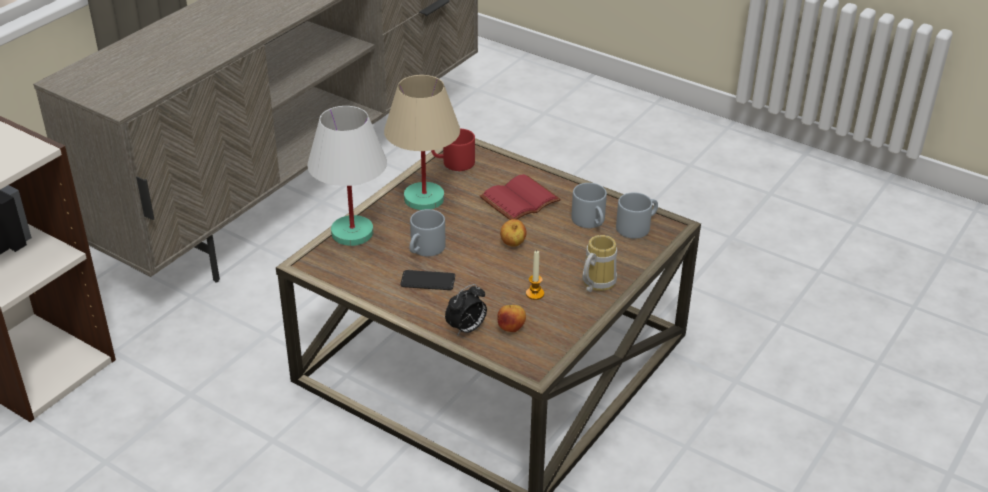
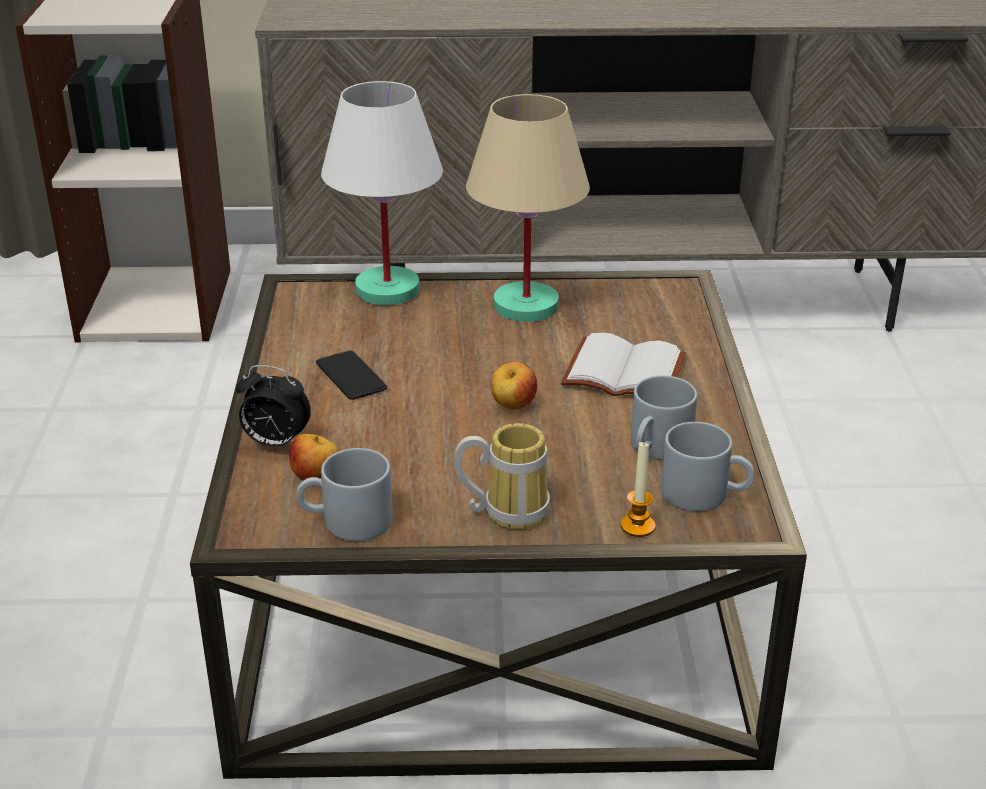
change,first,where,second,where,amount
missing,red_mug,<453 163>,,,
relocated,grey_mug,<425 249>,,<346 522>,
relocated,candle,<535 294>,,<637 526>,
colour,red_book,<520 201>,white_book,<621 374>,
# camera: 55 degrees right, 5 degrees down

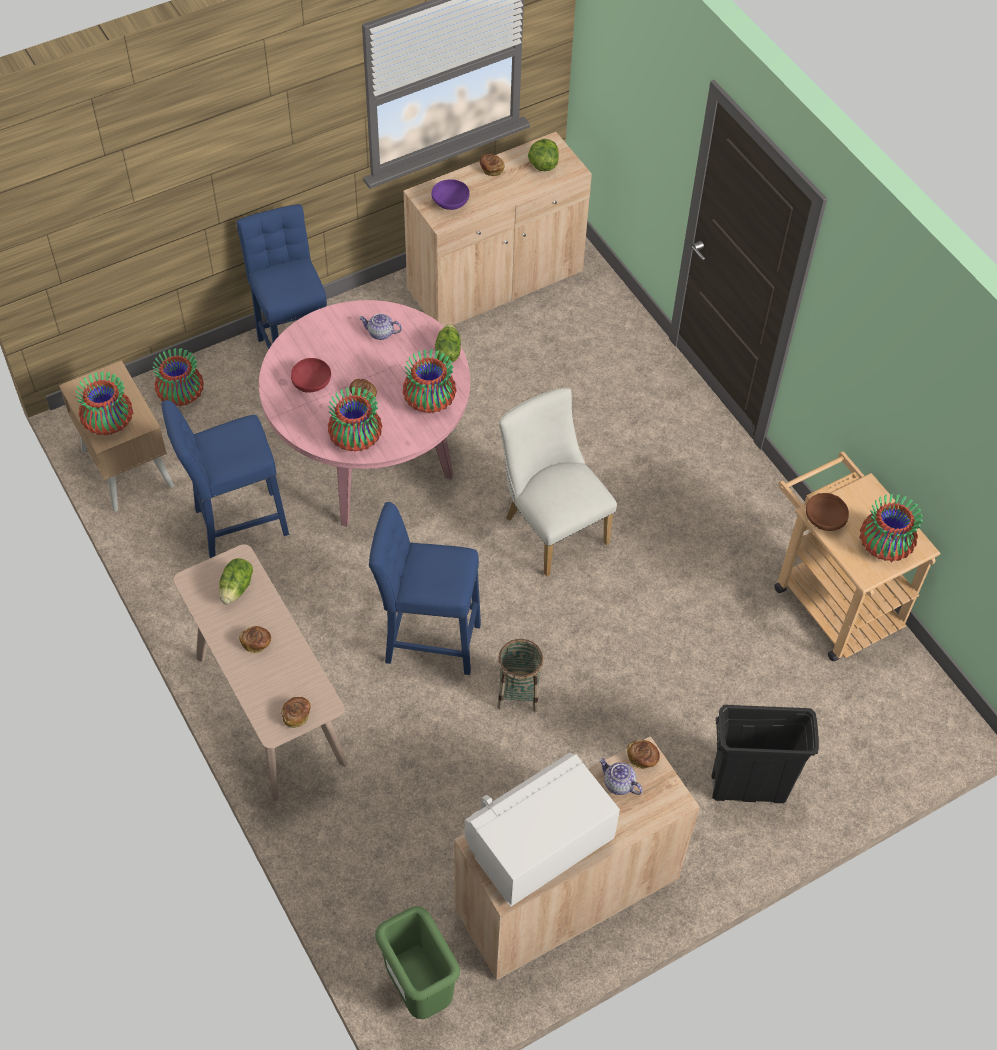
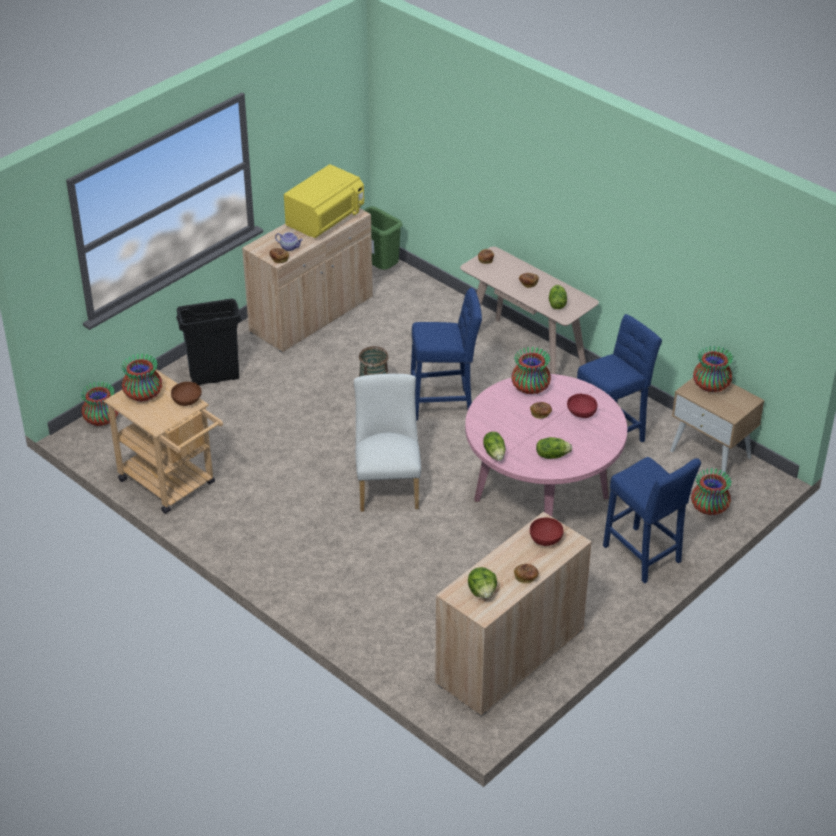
change,first,where,second,where,amount
relocated,vase,<429 401>,,<101 419>,
exchanged,teapot,<380 333>,lettuce,<552 455>,
colour,purple_bowl,<450 203>,red_bowl,<545 539>,
colour,white_microwave,<538 842>,yellow_microwave,<325 220>,
spun,white_chair,<551 525>,,<388 485>,135 degrees counterclockwise
# camera: 165 degrees right, 15 degrees down

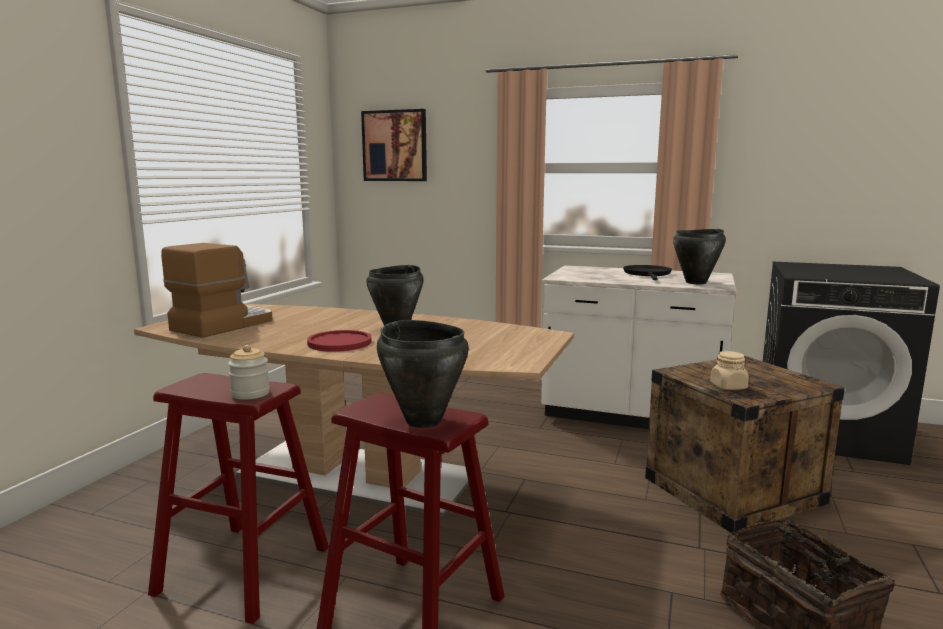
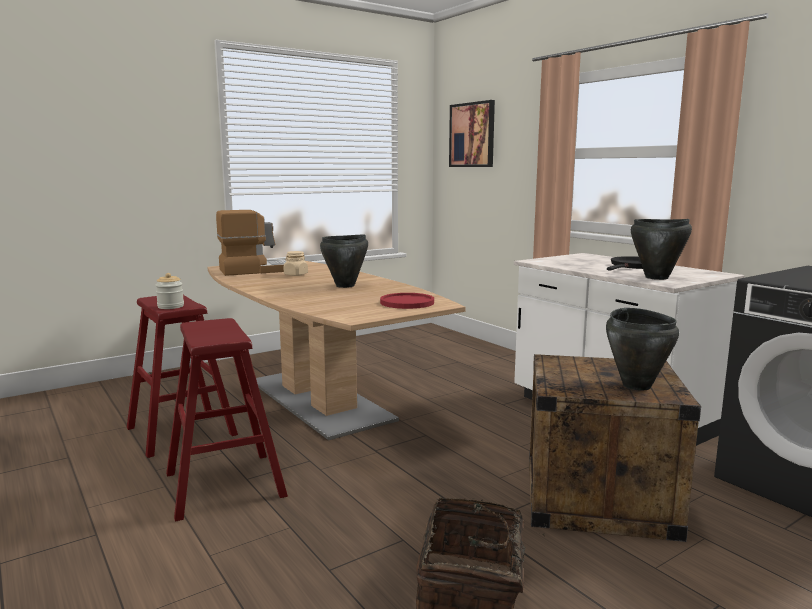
change,first,where,second,where,amount
relocated,red_plate,<339 343>,,<407 302>,
relocated,black_cooking_pot,<423 420>,,<637 385>,
relocated,beige_jar,<728 386>,,<295 274>,
# camera: 35 degrees right, 0 degrees up

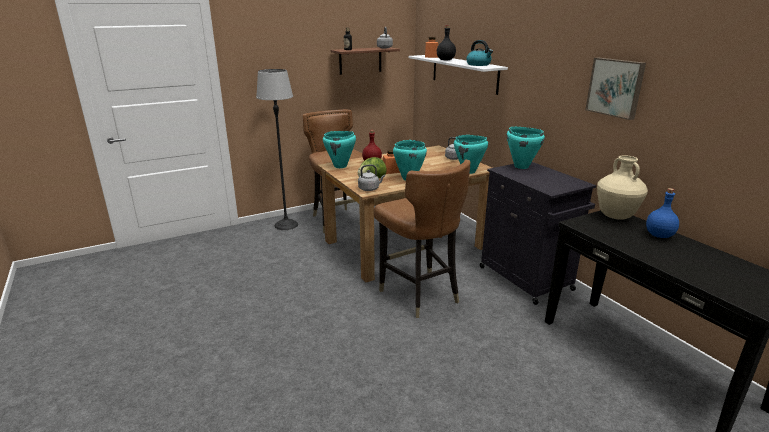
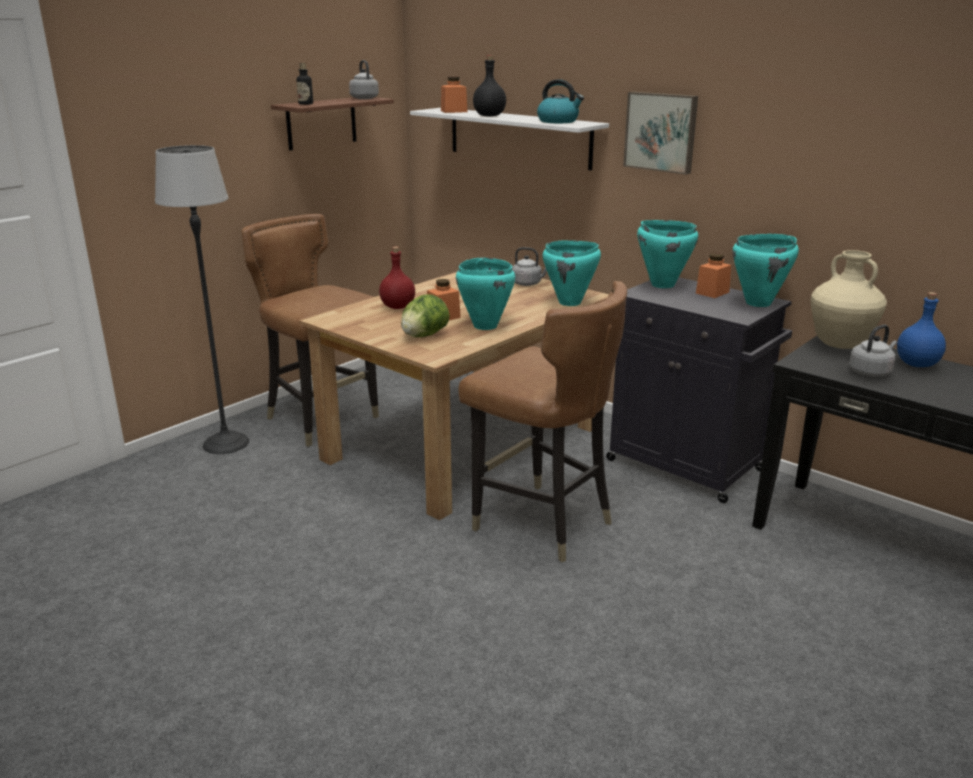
change,first,where,second,where,amount
appeared,,,orange_jar,<712 292>,
relocated,turquoise_cooking_pot,<340 166>,,<759 303>,
relocated,grey_kettle,<370 189>,,<871 372>,
relocated,picture,<616 87>,,<661 132>,
# camera: 20 degrees left, 0 degrees up

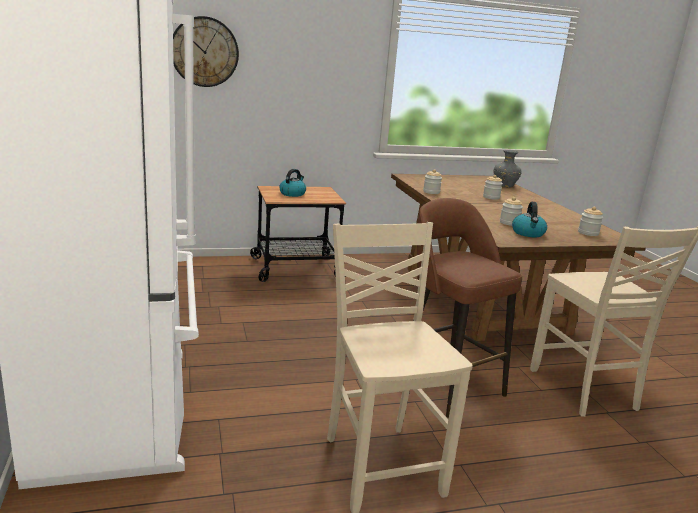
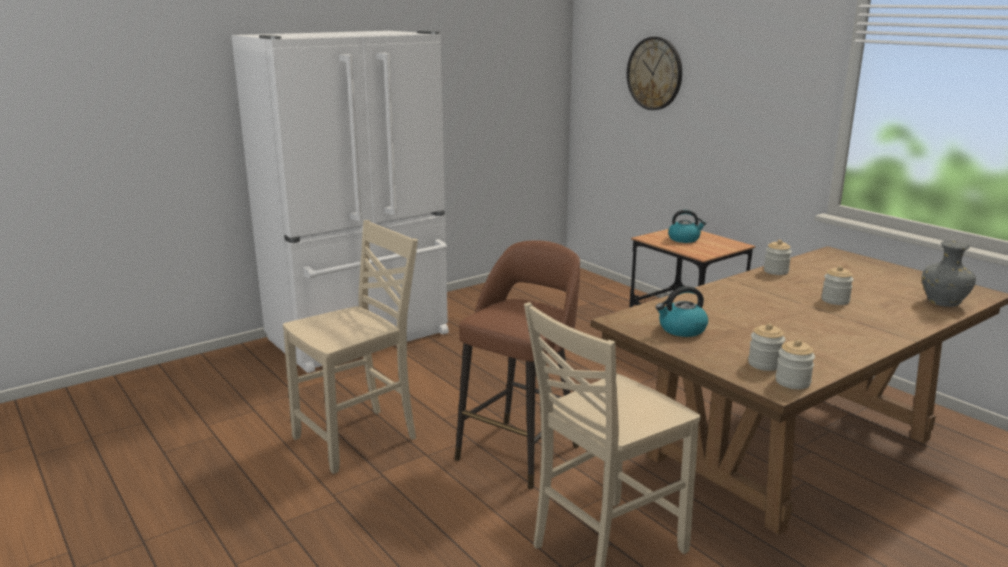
change,first,where,second,where,amount
relocated,jar,<509 223>,,<792 382>,
# camera: 70 degrees right, 0 degrees up

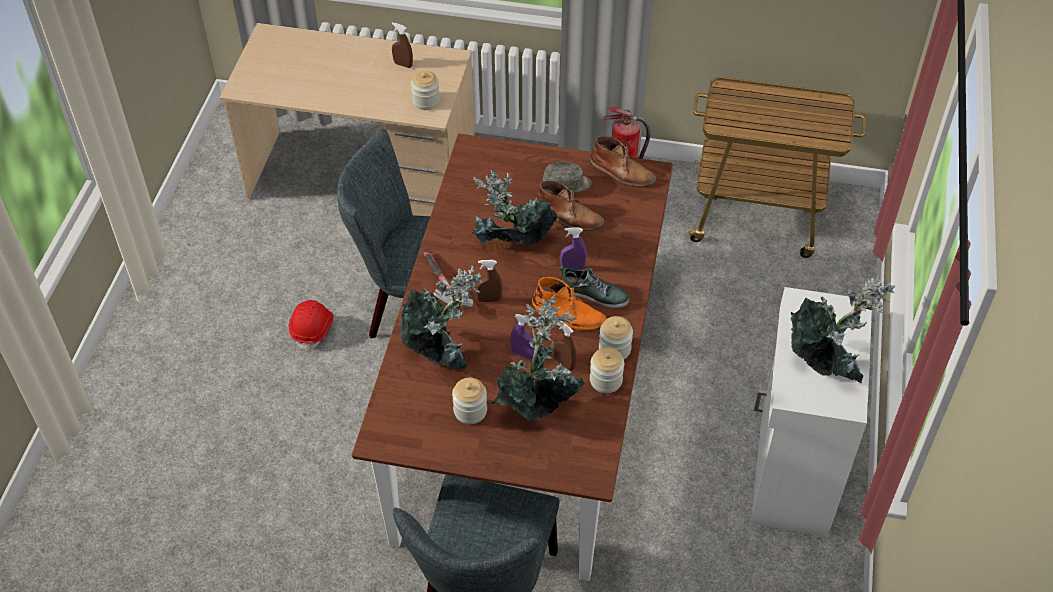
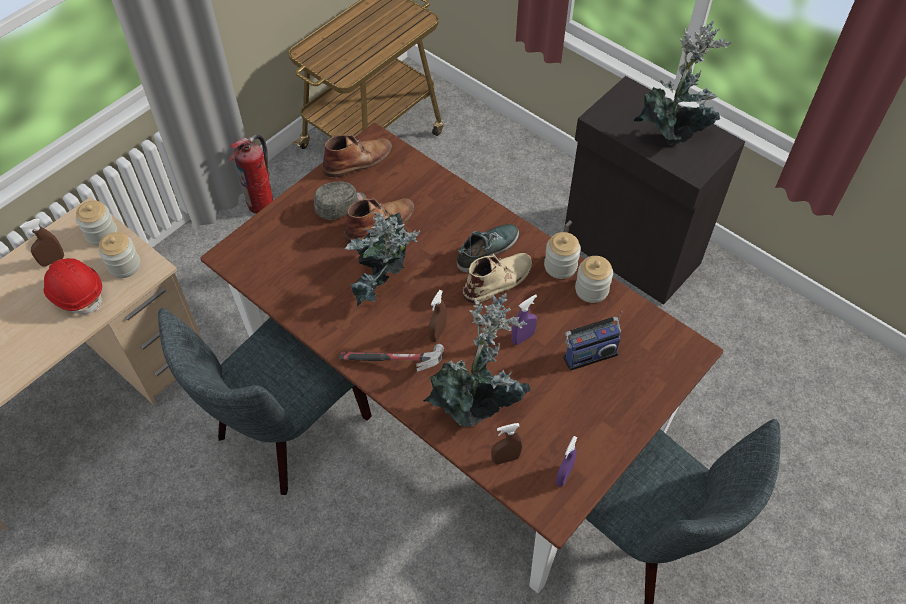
change,first,where,second,where,amount
relocated,red_hard_hat,<313 329>,,<76 293>,
relocated,jar,<470 411>,,<101 234>,
relocated,brown_spray_bottle,<564 363>,,<505 458>,
relocated,purple_spray_bottle,<572 267>,,<564 475>,
exchanged,potted_plant,<538 404>,radio,<589 353>,
colour,orange_boot,<569 315>,beige_boot,<498 280>,
colour,white_cabinet,<791 470>,black_cabinet,<630 253>,
spun,grey_cap,<567 185>,,<341 206>,45 degrees clockwise
# camera: 60 degrees left, 5 degrees up

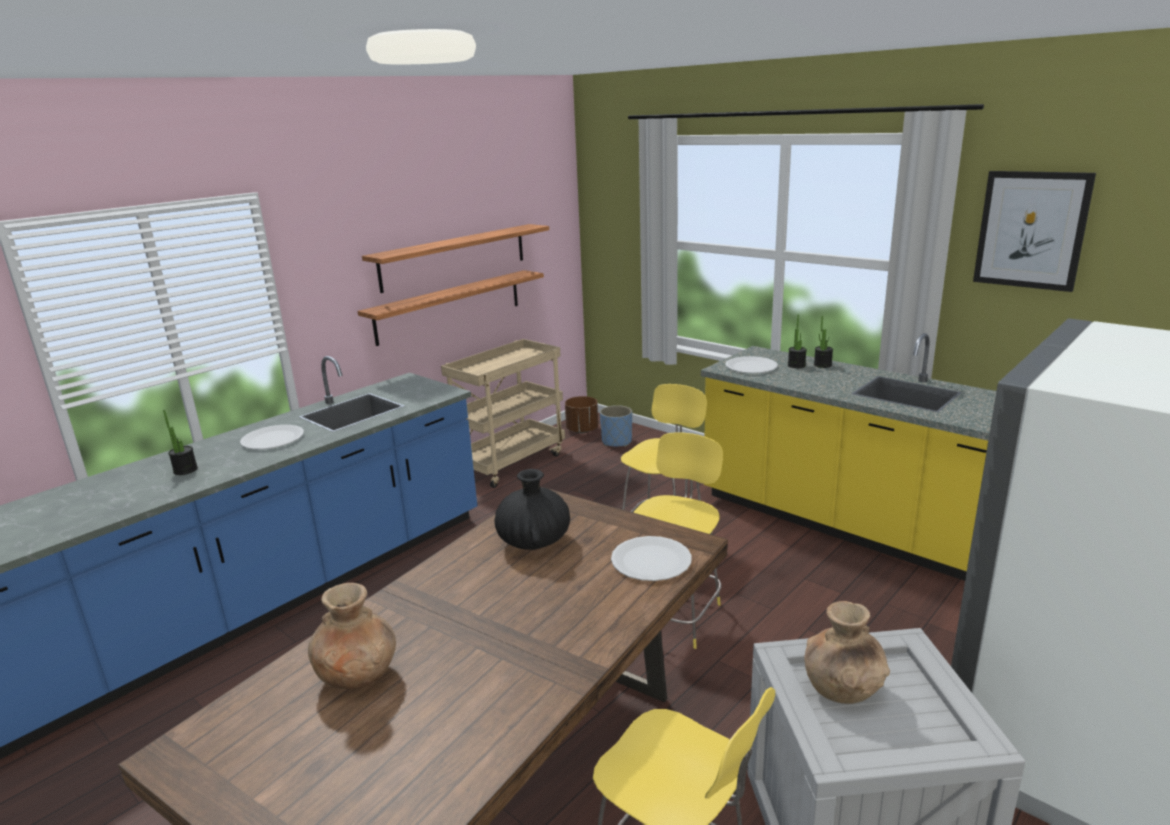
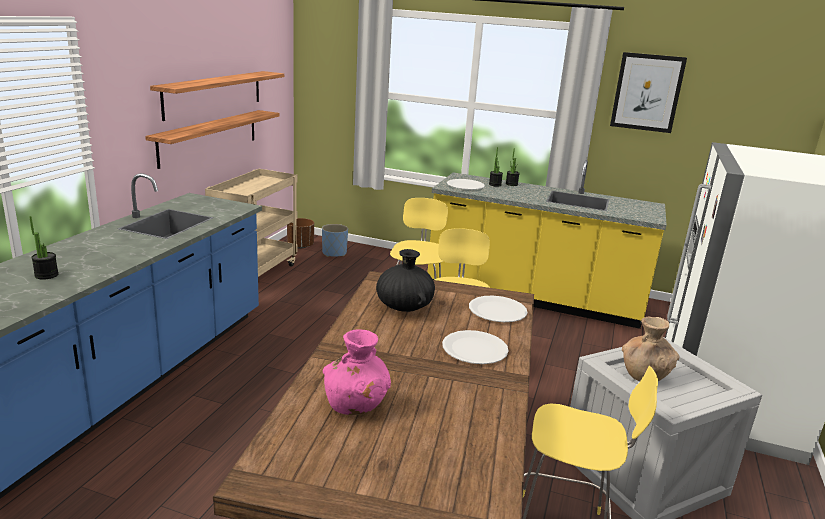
change,first,where,second,where,amount
relocated,white_plate,<272 439>,,<474 349>,
colour,brown_vase,<358 674>,pink_vase,<356 405>,
# camera: 25 degrees left, 0 degrees up

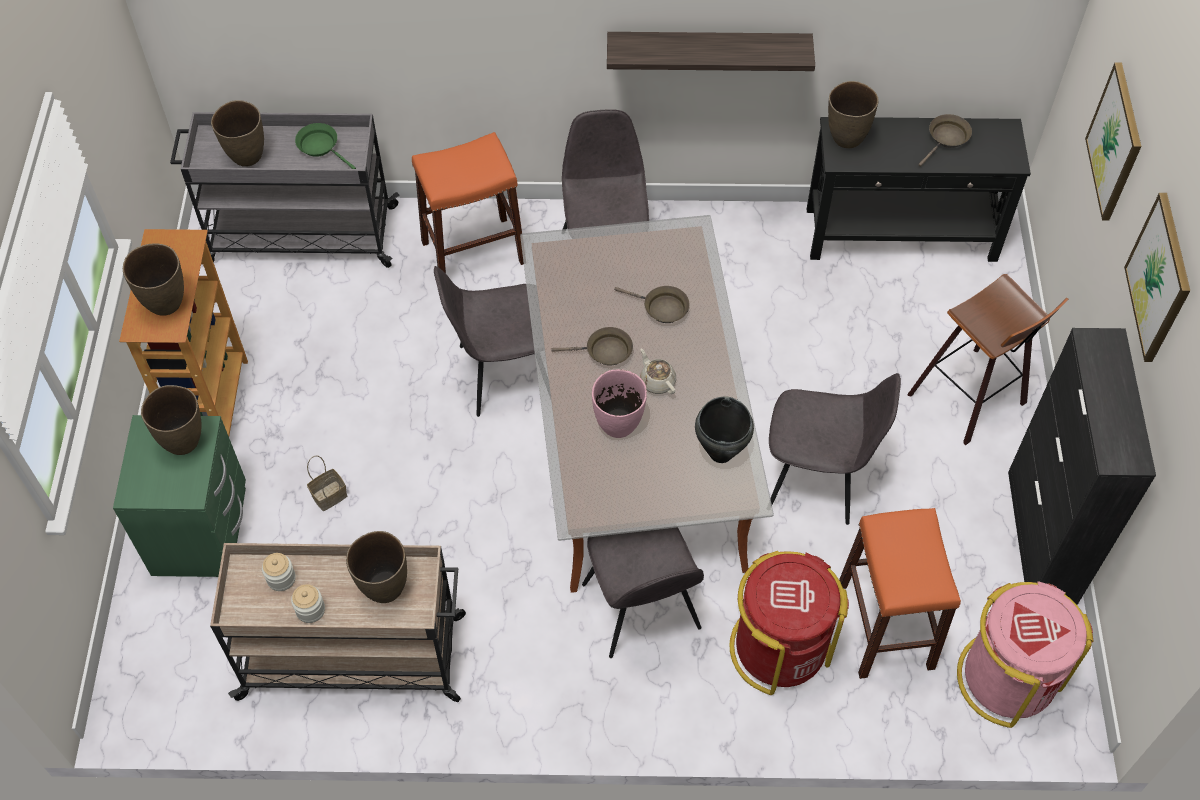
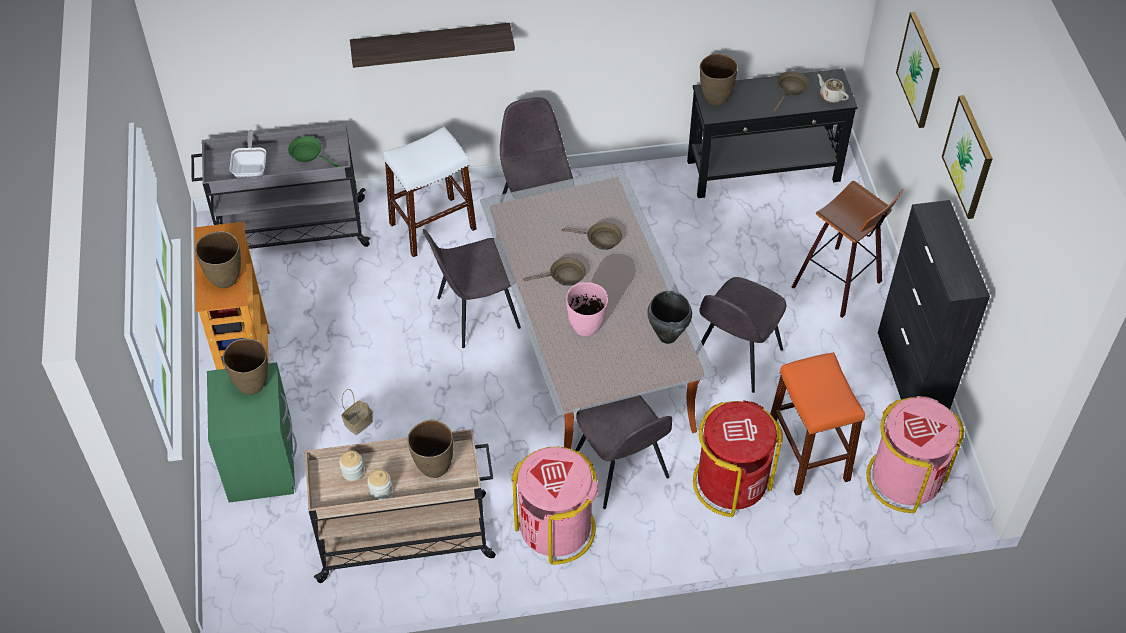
change,first,where,second,where,amount
appeared,,,pink_trash_can,<556 528>,
relocated,shelf,<708 49>,,<431 44>,
relocated,beige_teapot,<657 381>,,<831 96>,
exchanged,brown_vase,<247 157>,frying_pan,<251 169>,
colour,orange_stool,<473 252>,white_stool,<433 226>,
spun,grey_chair,<817 478>,,<735 357>,120 degrees clockwise
# camera: 10 degrees left, 5 degrees down

